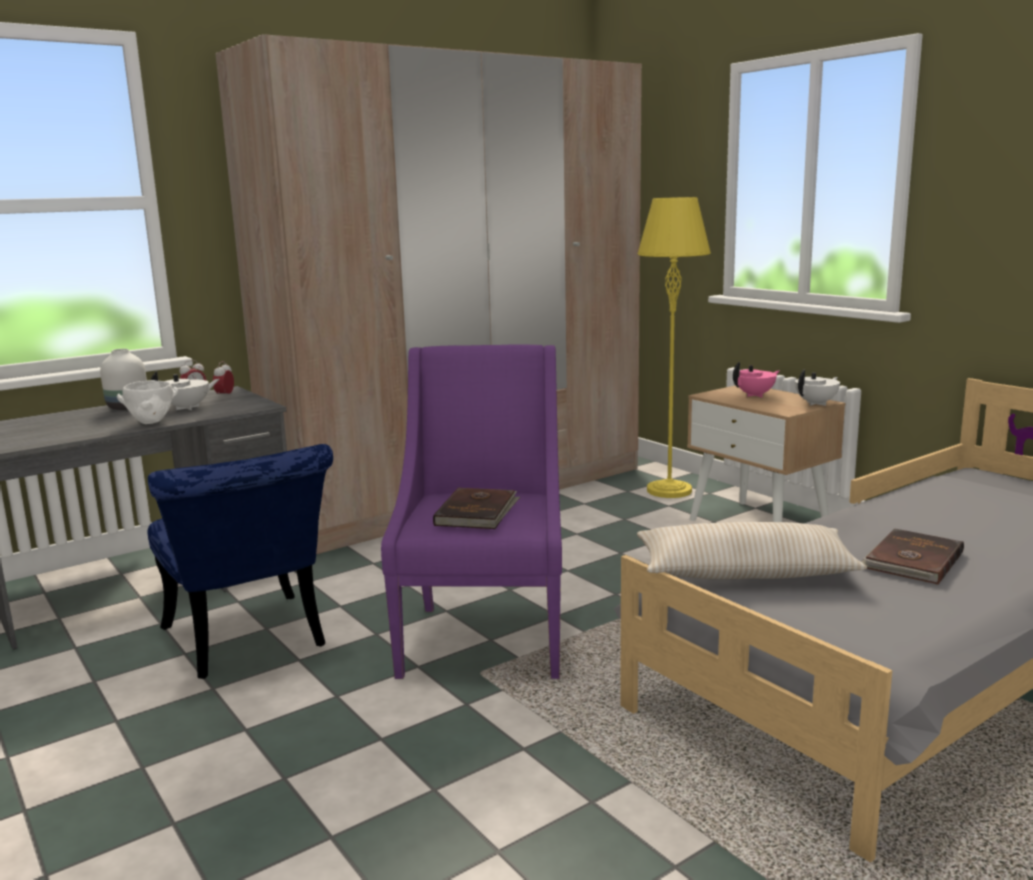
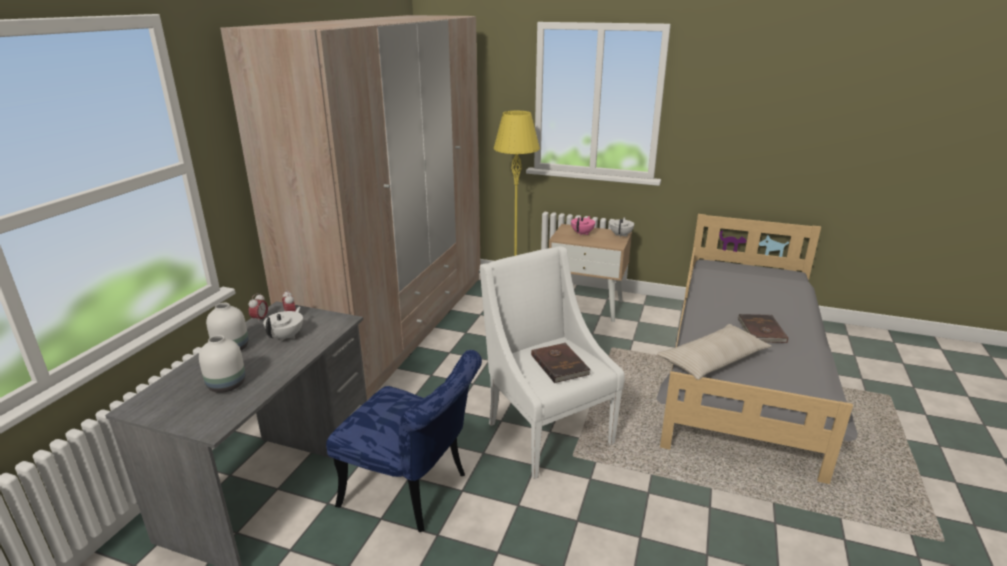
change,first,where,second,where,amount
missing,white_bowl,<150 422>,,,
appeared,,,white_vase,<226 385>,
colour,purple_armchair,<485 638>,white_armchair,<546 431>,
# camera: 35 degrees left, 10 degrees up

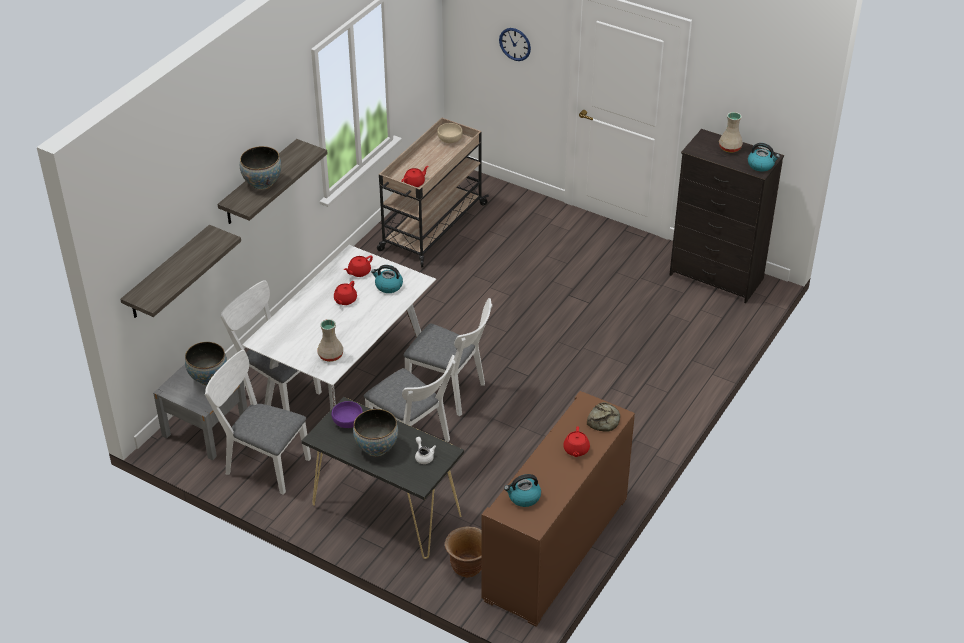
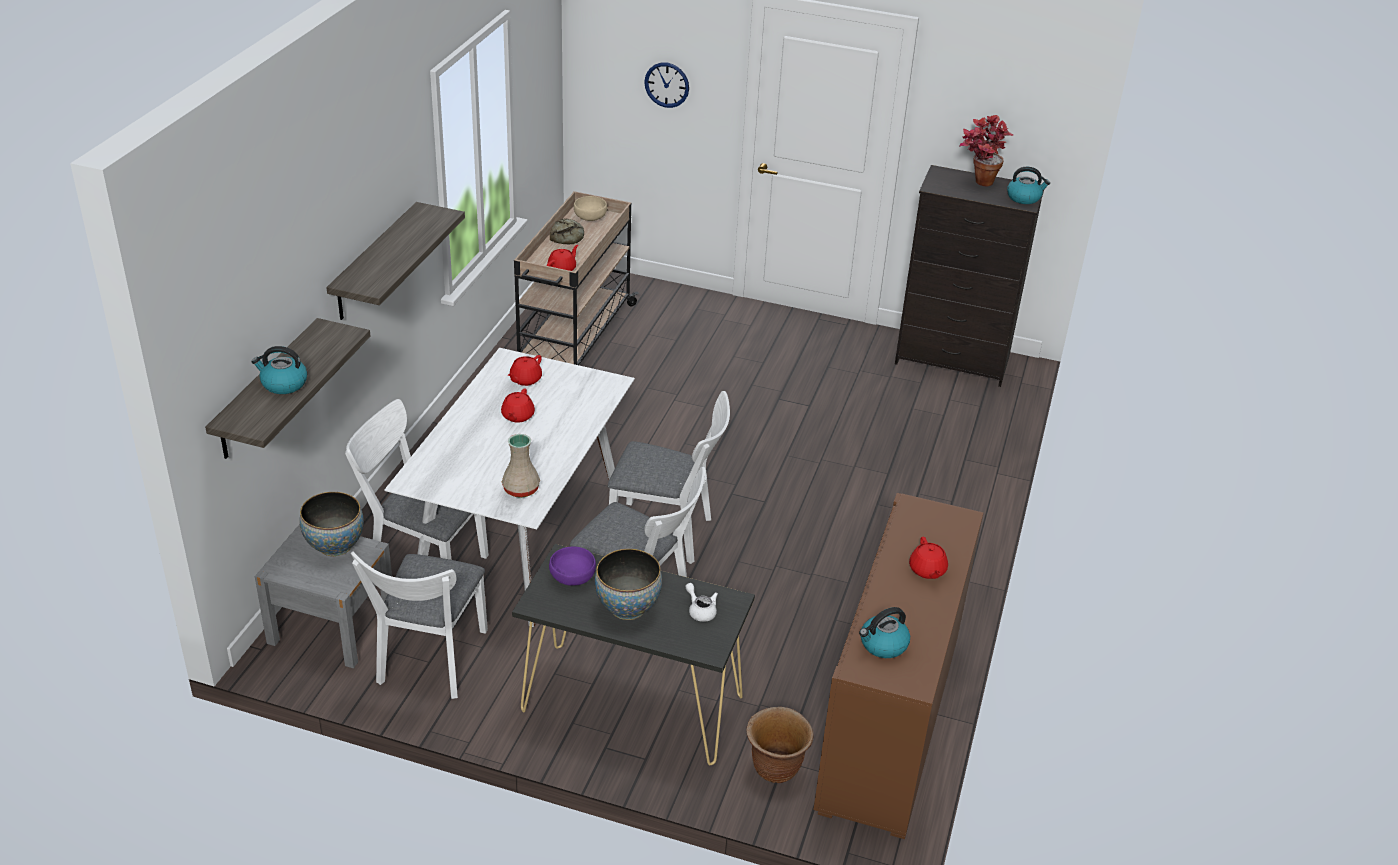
change,first,where,second,where,amount
missing,bowl,<262 183>,,,
relocated,kettle,<388 286>,,<283 384>,
relocated,bread,<604 420>,,<568 236>,
exchanged,beige_vase,<730 148>,potted_plant,<977 183>,
spun,white_chair,<262 463>,,<430 663>,90 degrees counterclockwise
# camera: 15 degrees left, 5 degrees down

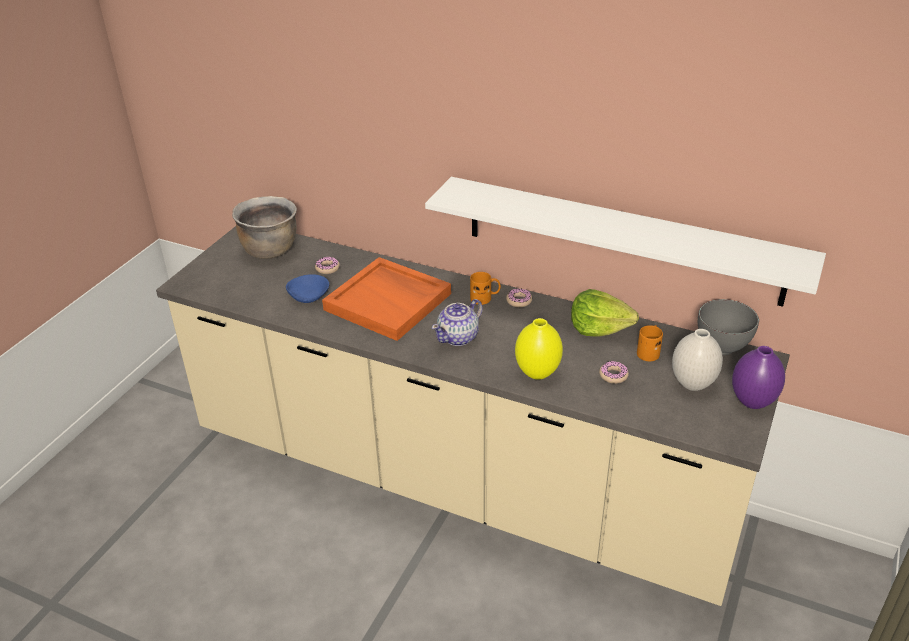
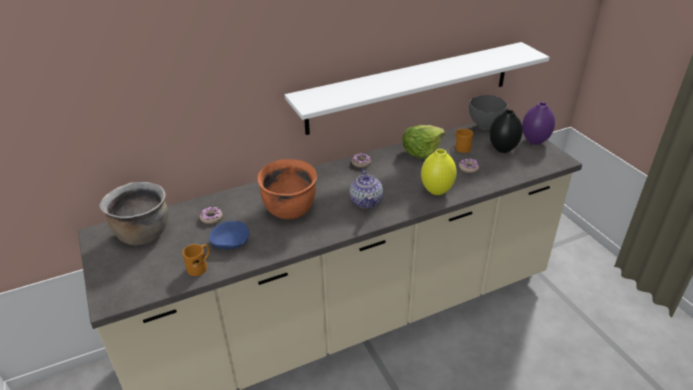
change,first,where,second,where,amount
relocated,orange_mug,<485 298>,,<200 266>,
exchanged,orange_tray,<389 301>,orange_cooking_pot,<290 210>,
colour,white_vase,<693 383>,black_vase,<502 149>,
# camera: 50 degrees left, 0 degrees up

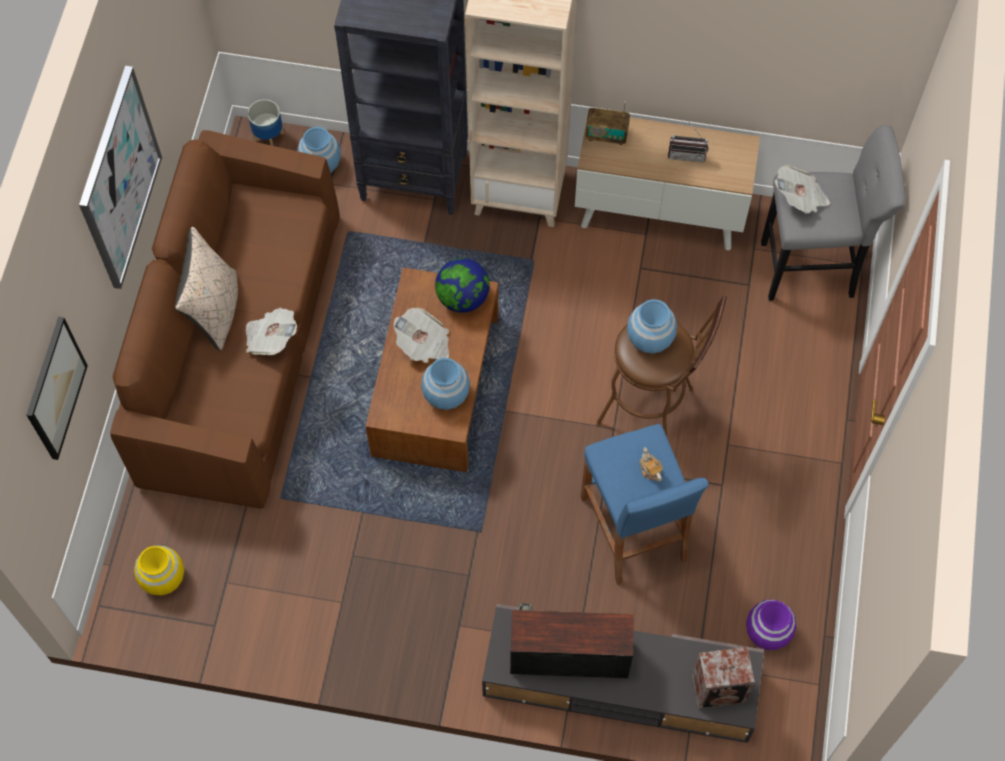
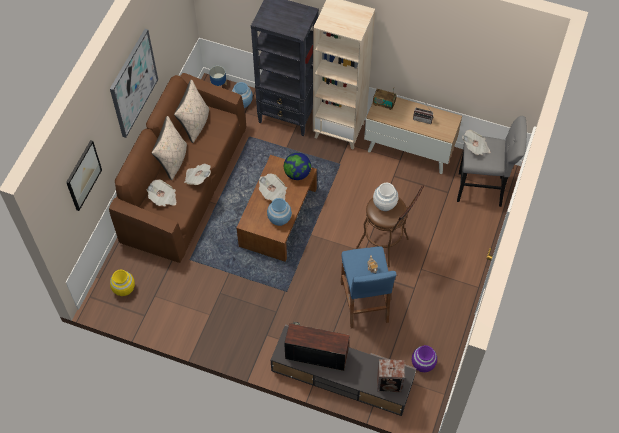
change,first,where,second,where,amount
appeared,,,newspaper,<163 198>,
appeared,,,beige_pillow,<195 124>,
colour,blue_vase,<650 339>,white_vase,<385 204>,
# camera: 10 degrees right, 5 degrees down

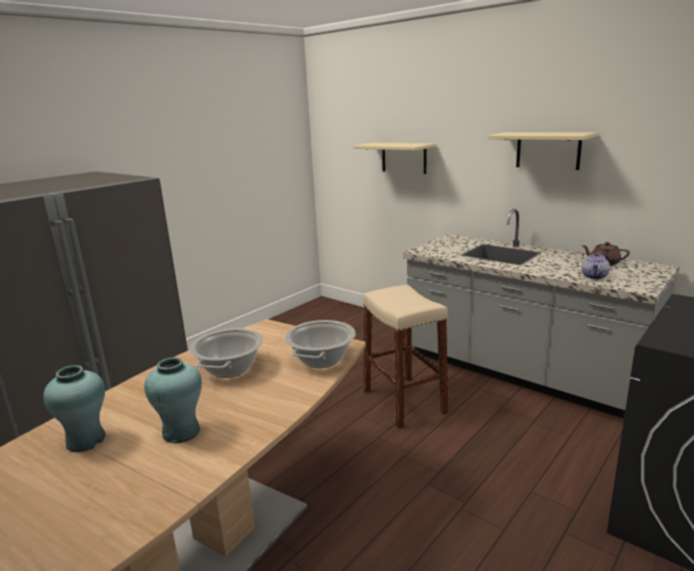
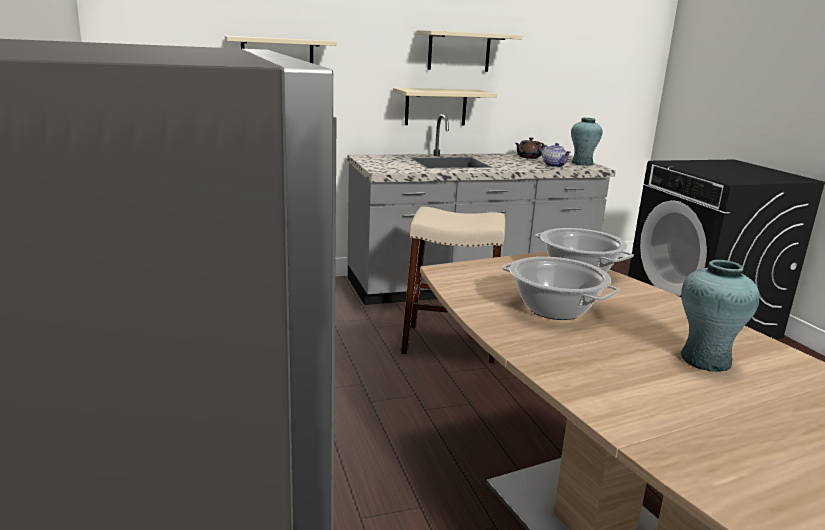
change,first,where,second,where,amount
appeared,,,beige_shelf,<435 107>,
relocated,turquoise_vase,<86 440>,,<582 163>,
# camera: 60 degrees left, 0 degrees up

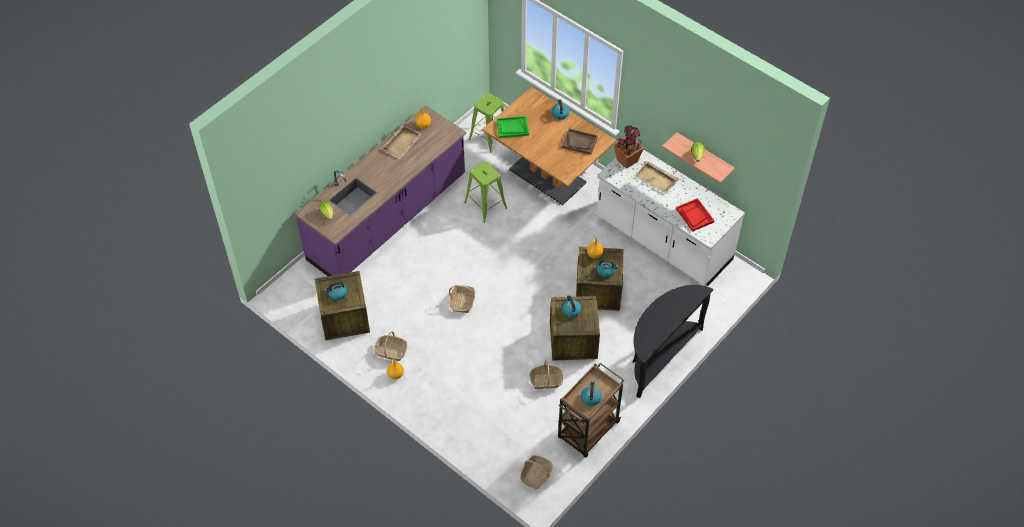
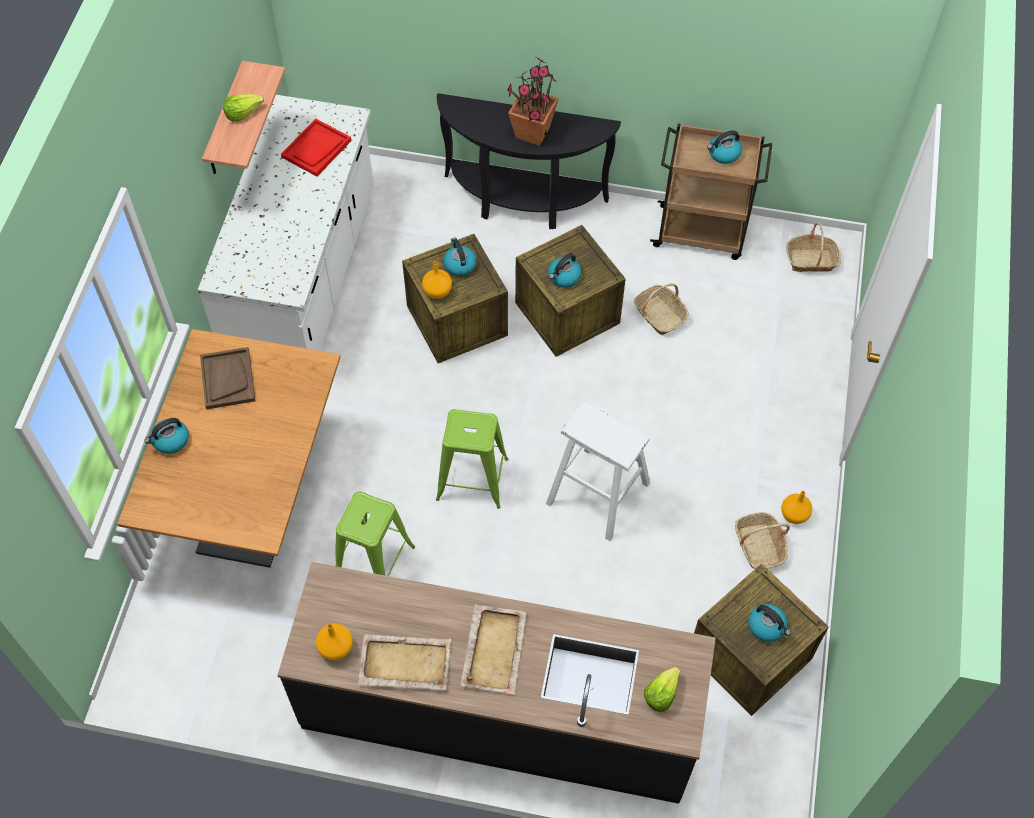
change,first,where,second,where,amount
missing,green_tray,<512 128>,,,
relocated,green_stool,<489 137>,,<473 479>,
relocated,potted_plant,<627 160>,,<532 132>,
relocated,beige_tray,<656 179>,,<494 649>,
exchanged,basket,<462 302>,white_stool,<598 493>,
colour,purple_counter,<388 218>,black_counter,<499 712>,
# camera: 120 degrees left, 5 degrees up

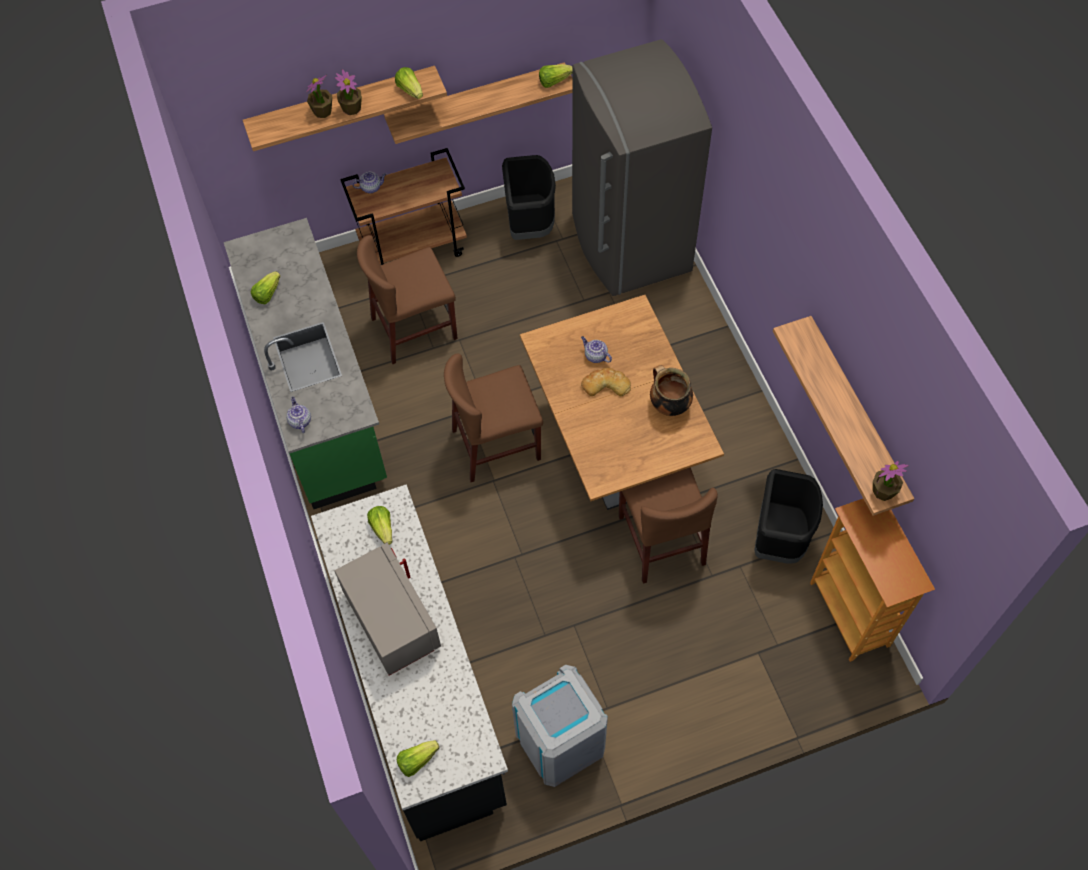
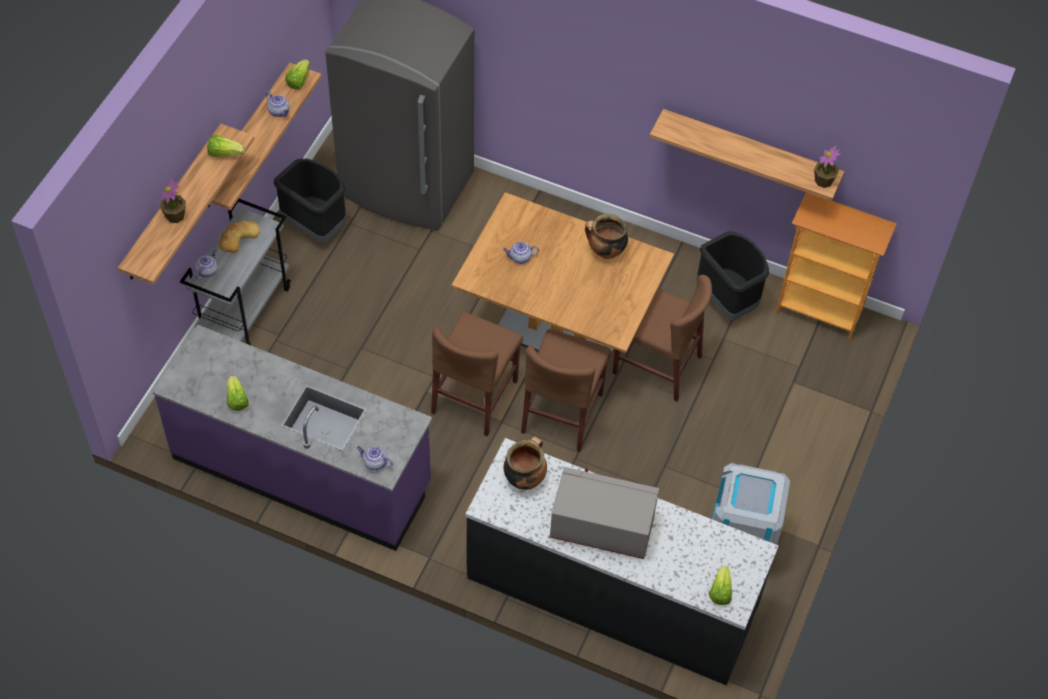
change,first,where,second,where,amount
missing,potted_plant,<351 108>,,,
appeared,,,teapot,<279 111>,
relocated,brown_chair,<414 328>,,<562 413>,
relocated,bread,<606 384>,,<238 238>,
exchanged,lettuce,<382 528>,cooking_pot,<524 478>,
colour,green_counter,<320 395>,purple_counter,<302 471>,
colour,brown_cart,<414 247>,grey_cart,<245 310>,
# camera: 50 degrees left, 5 degrees down

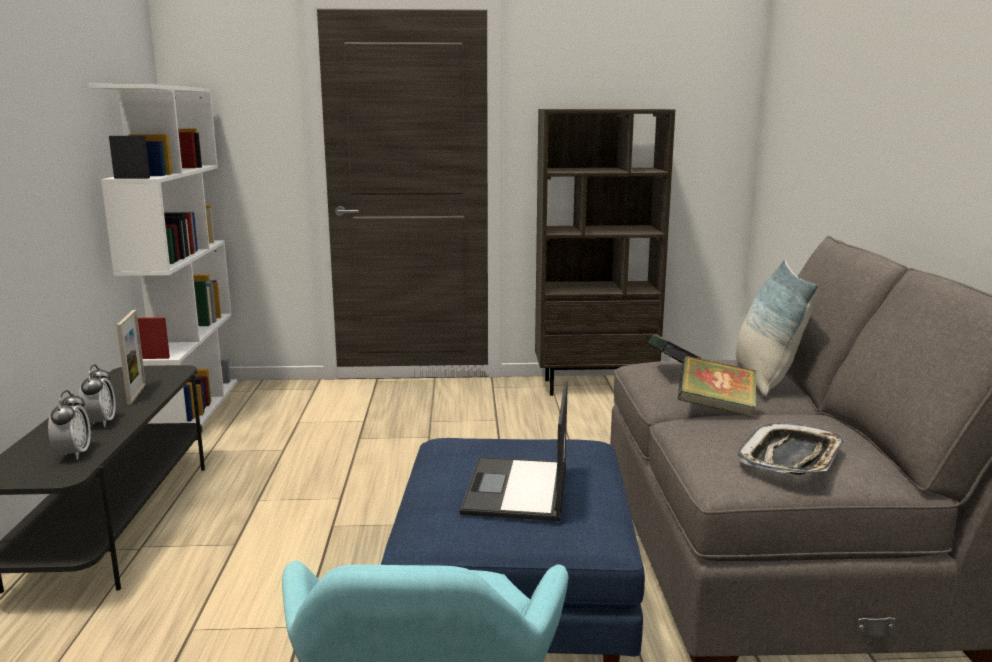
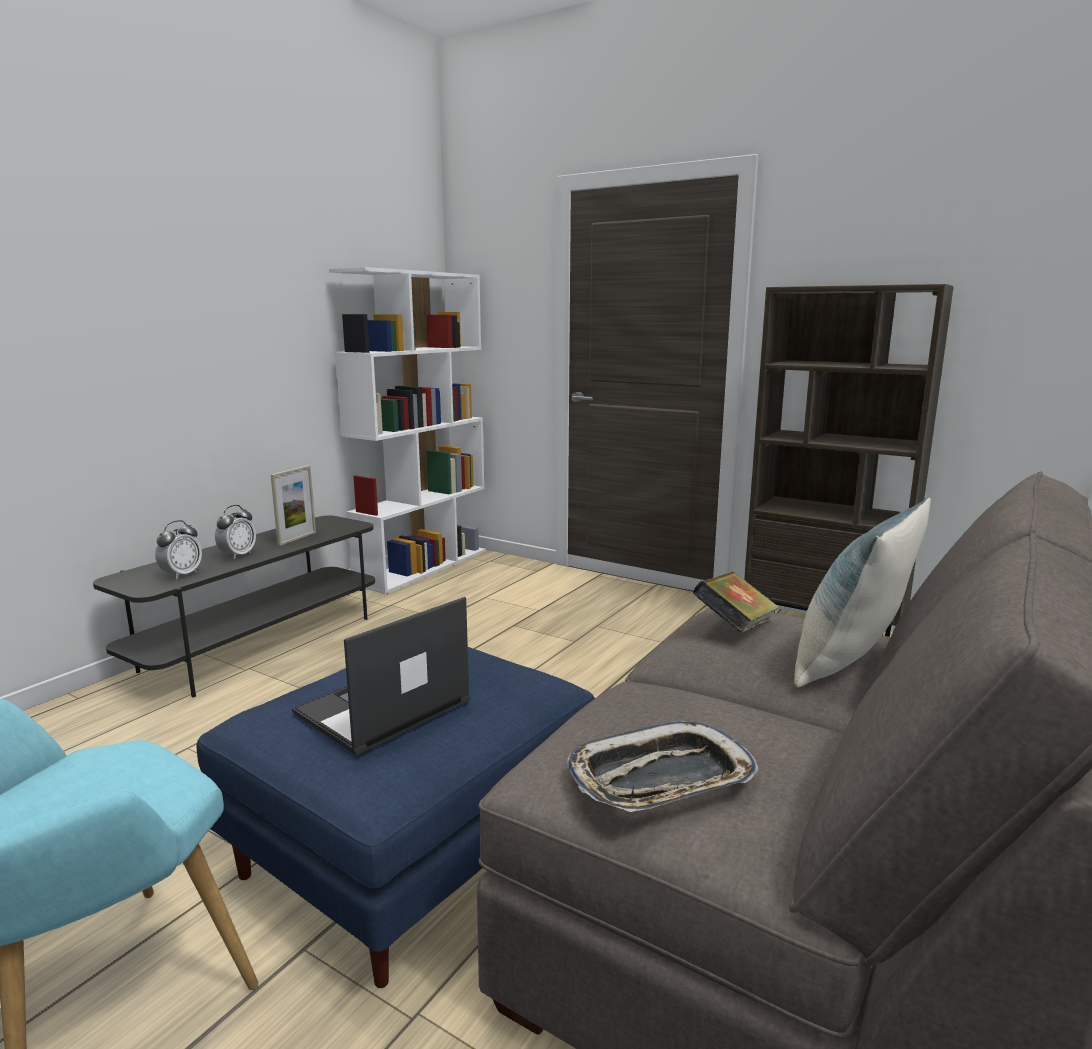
change,first,where,second,where,amount
missing,book,<715 408>,,,
# camera: 35 degrees right, 0 degrees up

